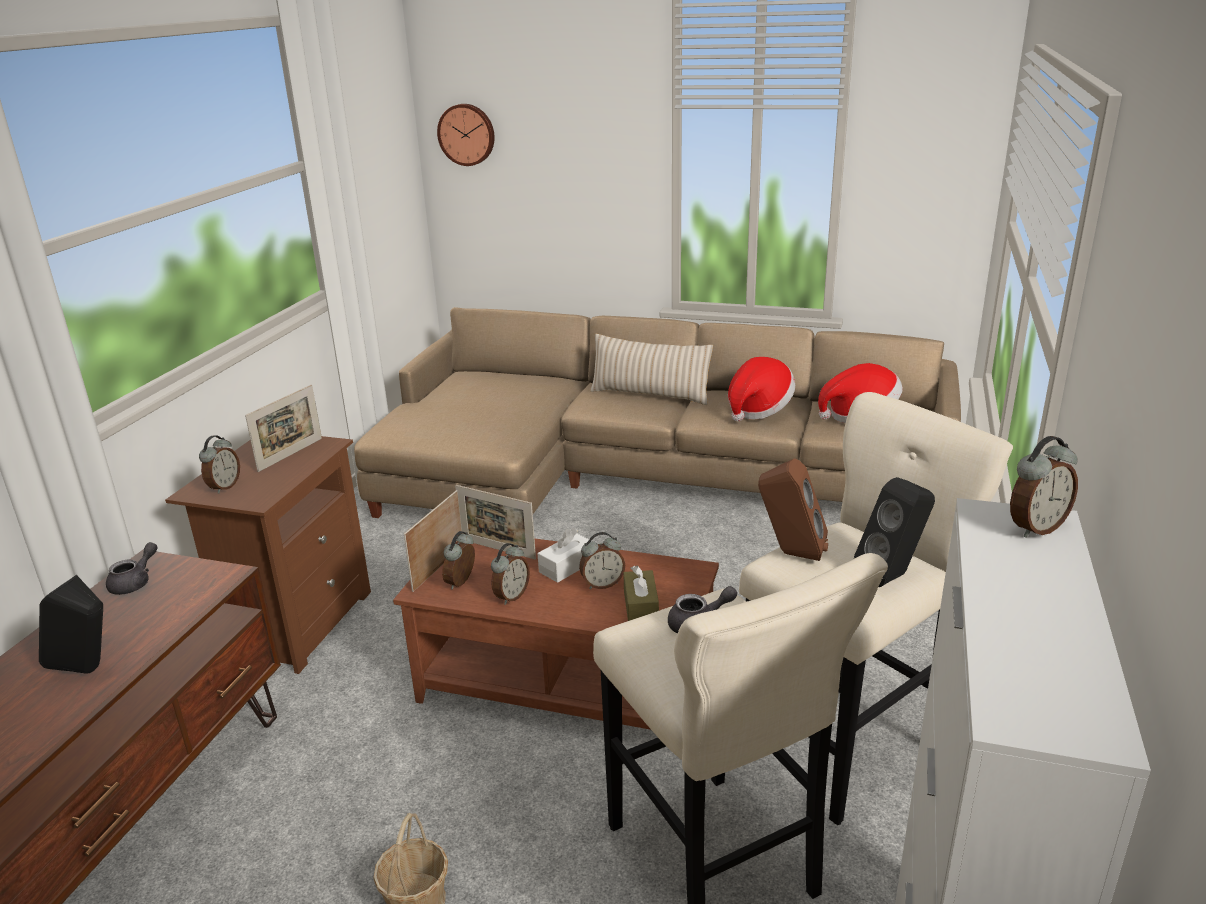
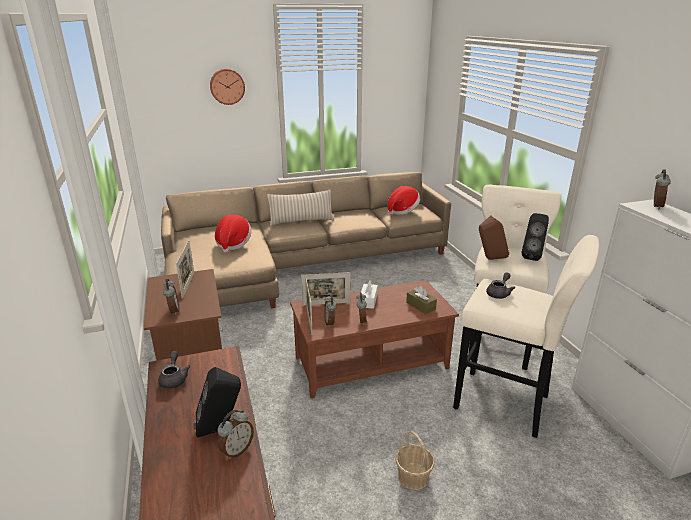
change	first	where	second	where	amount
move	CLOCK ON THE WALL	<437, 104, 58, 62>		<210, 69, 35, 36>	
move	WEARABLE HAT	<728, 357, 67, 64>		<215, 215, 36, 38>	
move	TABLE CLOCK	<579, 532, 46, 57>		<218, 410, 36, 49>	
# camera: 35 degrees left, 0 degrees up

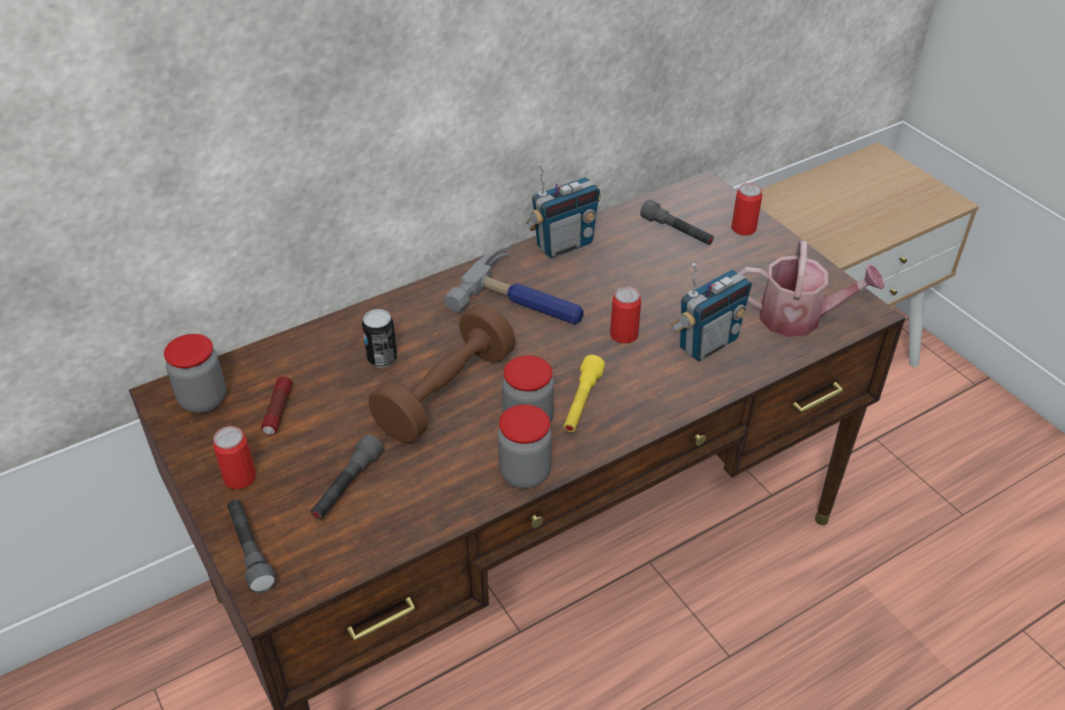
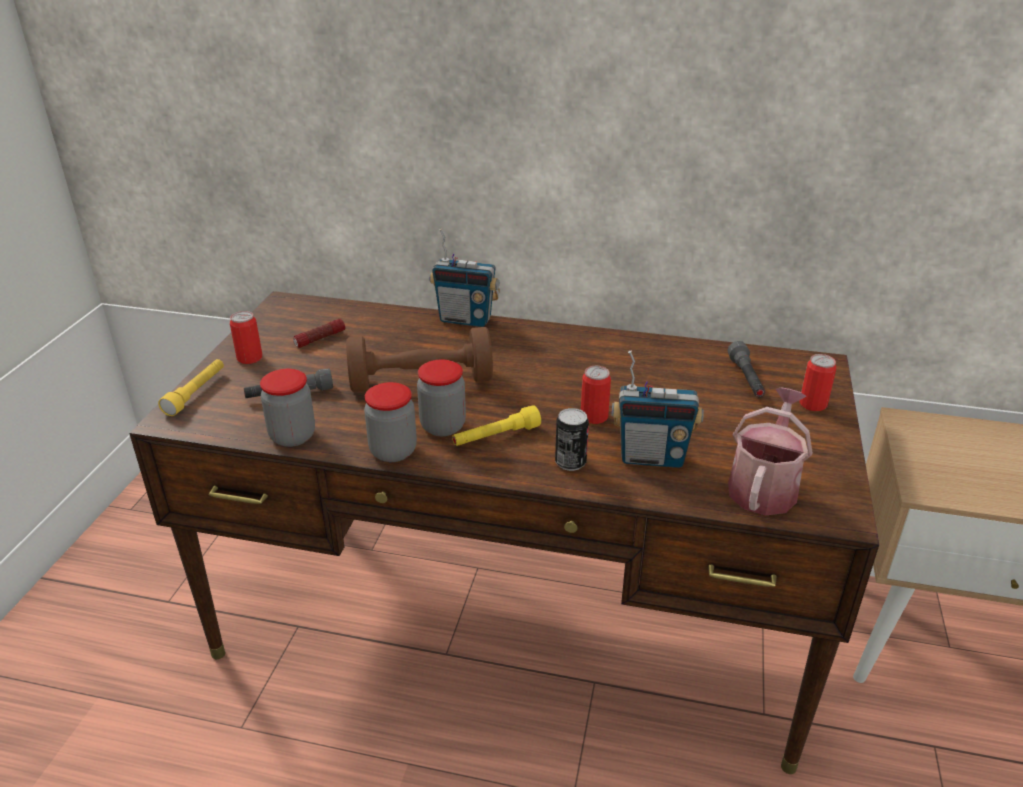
change	first	where	second	where	amount
recolor	GREY TORCH	<227, 500, 49, 93>	YELLOWISH TORCH	<158, 359, 66, 57>	
move	JAR	<164, 334, 62, 79>		<260, 369, 55, 78>	
move	RADIO	<526, 163, 75, 95>		<429, 229, 71, 98>	
move	SEALED CAN	<362, 309, 35, 59>		<555, 408, 34, 63>	
rotate	SPRINKLING CAN	<739, 241, 146, 96>		<728, 387, 85, 129>	120 degrees counterclockwise
delete	TOOL HAMMER	<444, 246, 140, 79>			
# camera: 45 degrees right, 10 degrees down

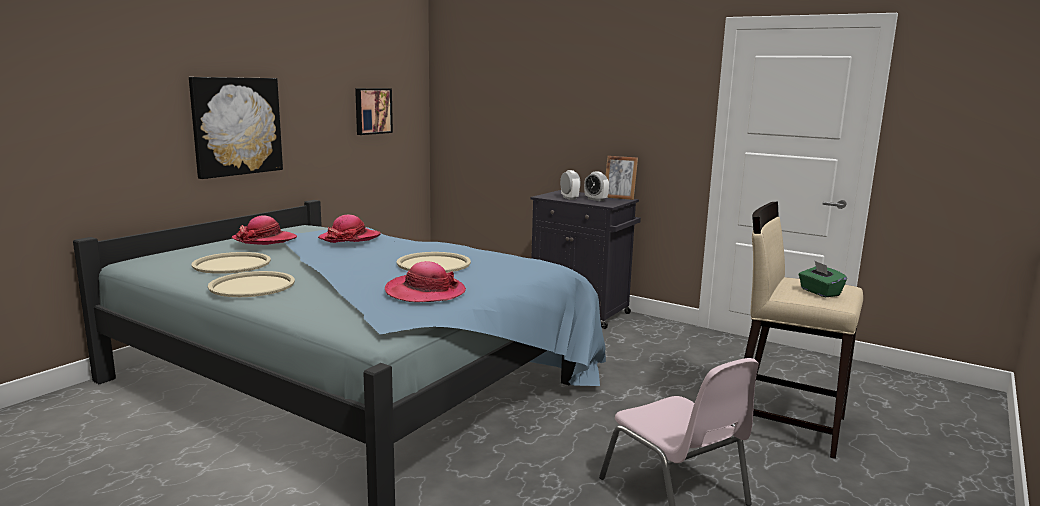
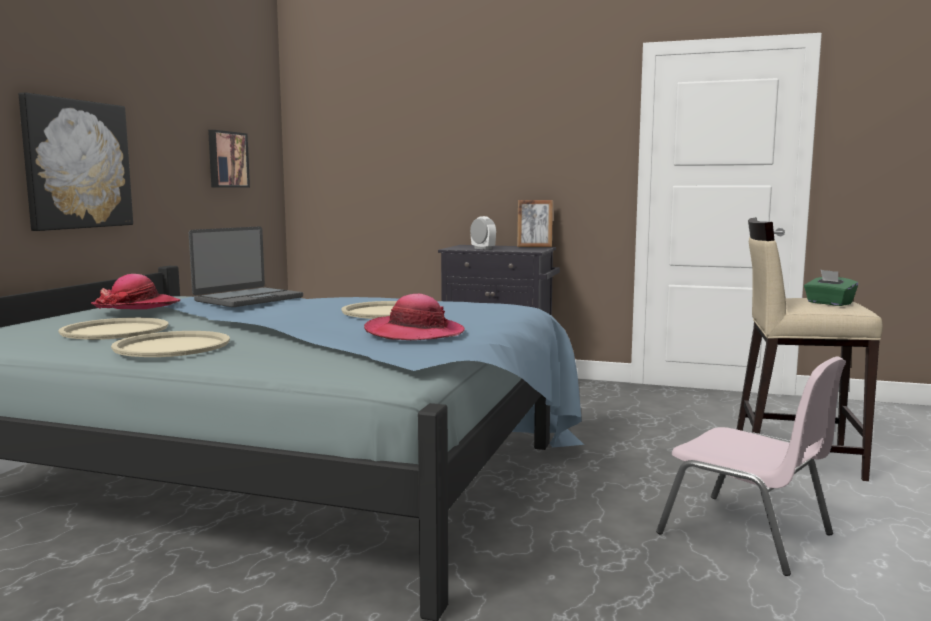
change	first	where	second	where	amount
replace	WEARABLE HAT	<318, 215, 63, 28>	LAPTOP	<189, 226, 114, 81>	
delete	TABLE CLOCK	<584, 171, 25, 30>			
# camera: 15 degrees left, 5 degrees down

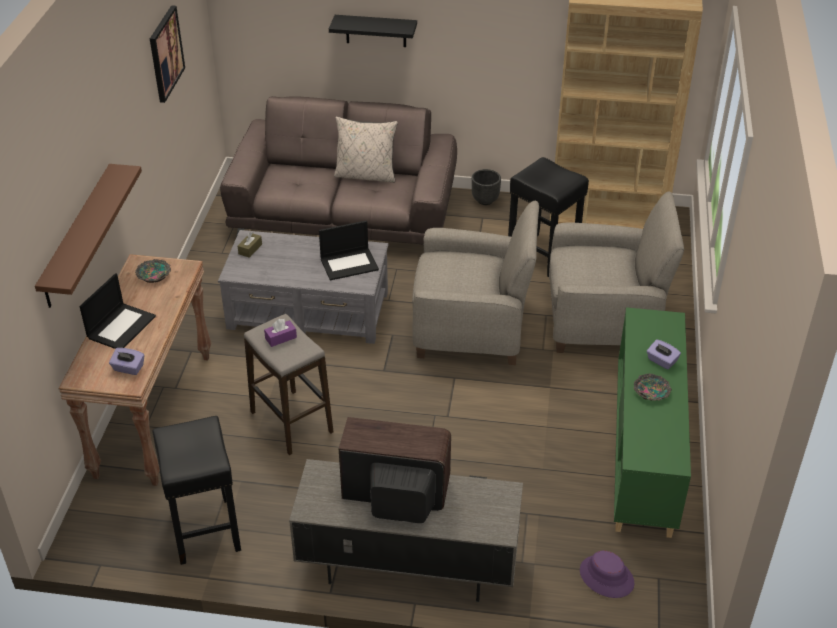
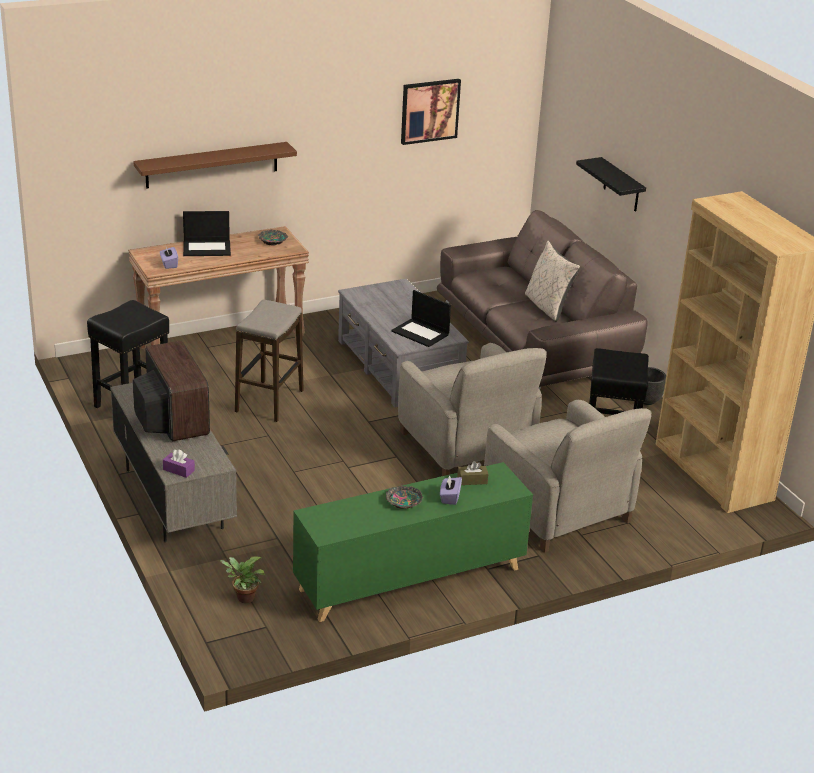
change	first	where	second	where	amount
move	PURPLE-COLOURED BOX OF TISSUES	<264, 319, 33, 28>		<163, 449, 32, 29>	
replace	PURPLE-COLOURED WEARABLE HAT	<580, 551, 55, 47>	POTTED PLANT	<220, 556, 46, 47>	
move	BROWN-COLOURED BOX OF TISSUES	<238, 231, 24, 27>		<457, 461, 31, 24>	
# camera: 55 degrees right, 10 degrees down

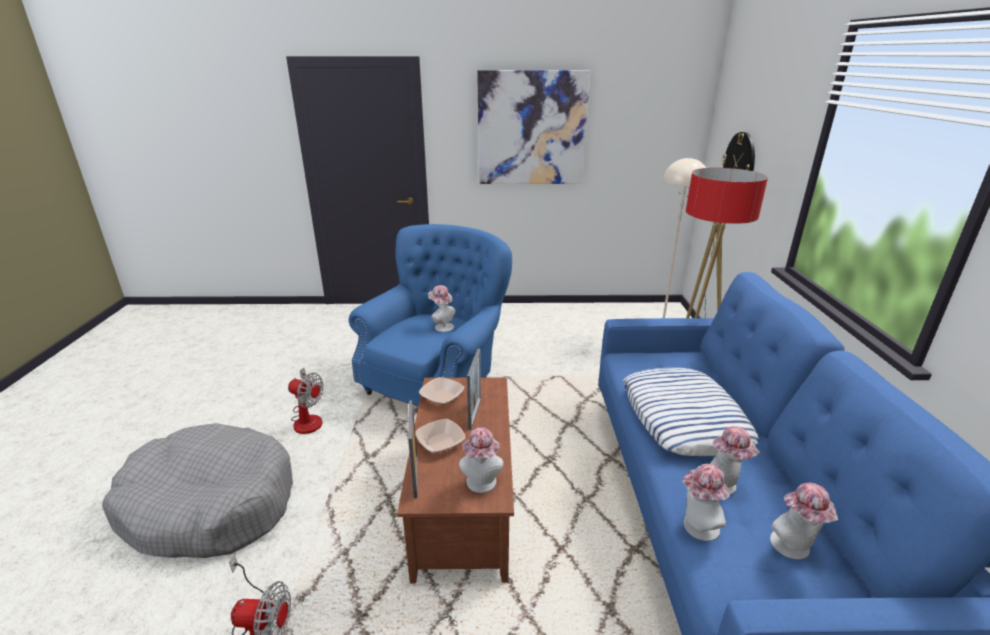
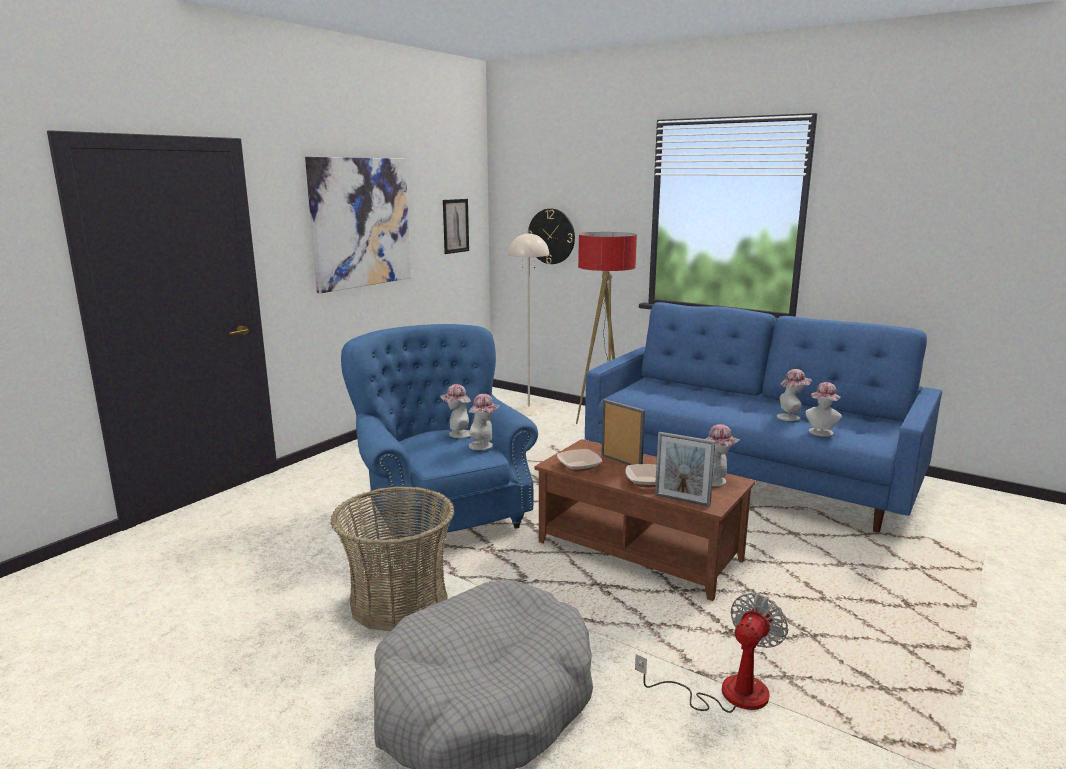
change	first	where	second	where	amount
replace	COOLING FAN	<288, 368, 36, 66>	HOUSEHOLD BASKET	<330, 486, 125, 145>	
insert			PICTURE	<443, 199, 26, 55>	
move	WEARABLE HAT	<770, 483, 68, 77>		<469, 394, 31, 56>	
delete	CUSHION	<623, 368, 136, 88>			
# camera: 55 degrees left, 10 degrees down

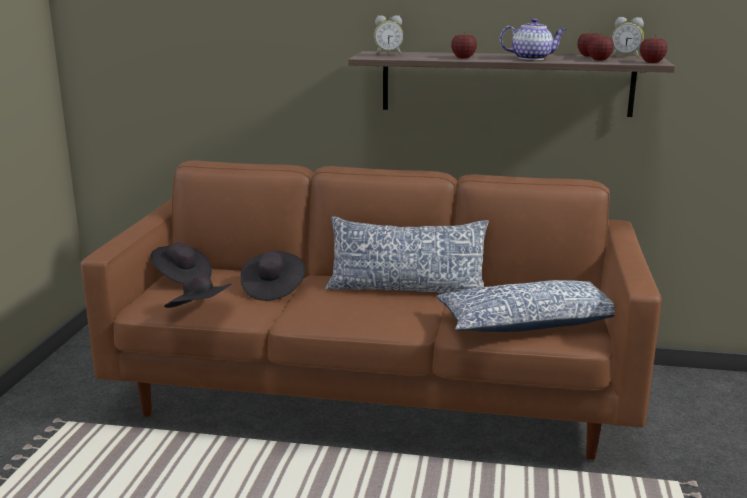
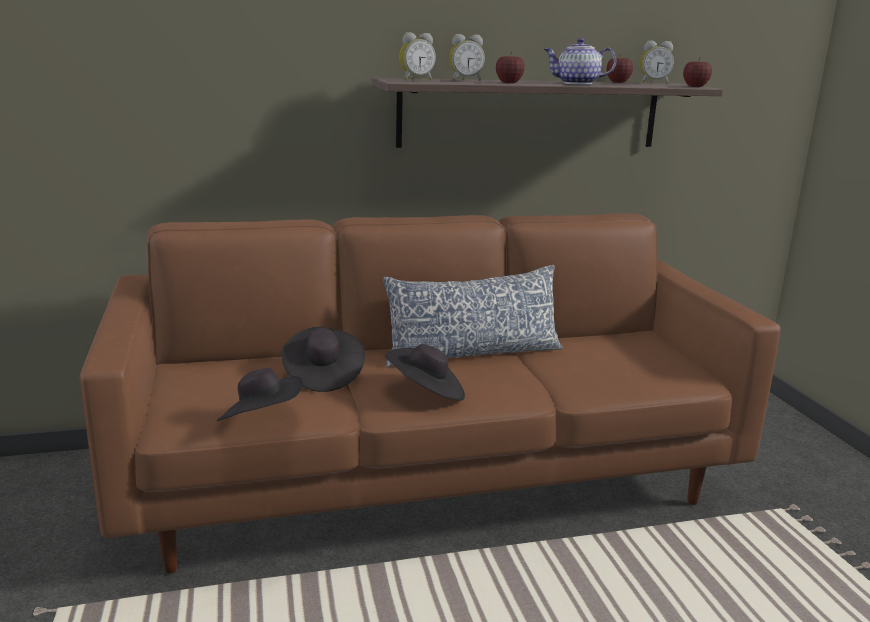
change	first	where	second	where	amount
move	BLACK-COLOURED WEARABLE HAT	<151, 242, 61, 42>		<385, 344, 80, 57>	
insert			TABLE CLOCK	<449, 34, 36, 47>	
rotate	TEA POT	<500, 18, 66, 42>		<543, 38, 73, 47>	150 degrees counterclockwise
delete	CUSHION	<436, 280, 179, 52>			
delete	APPLE FRUIT	<587, 33, 27, 28>			
# camera: 25 degrees left, 0 degrees up

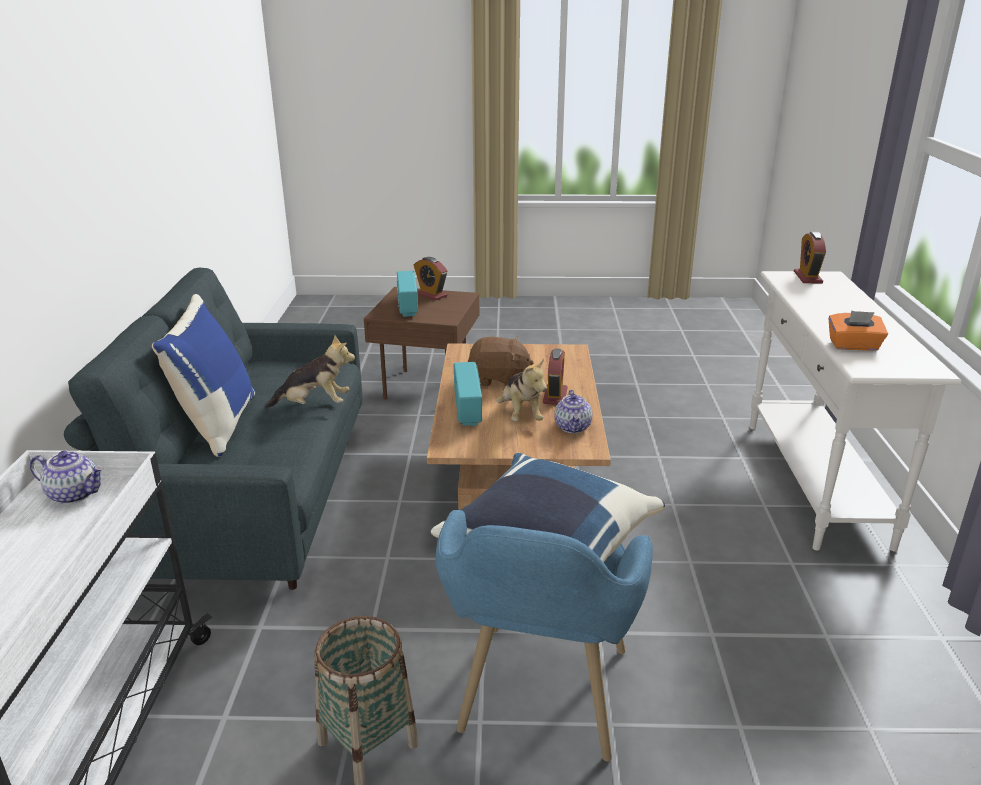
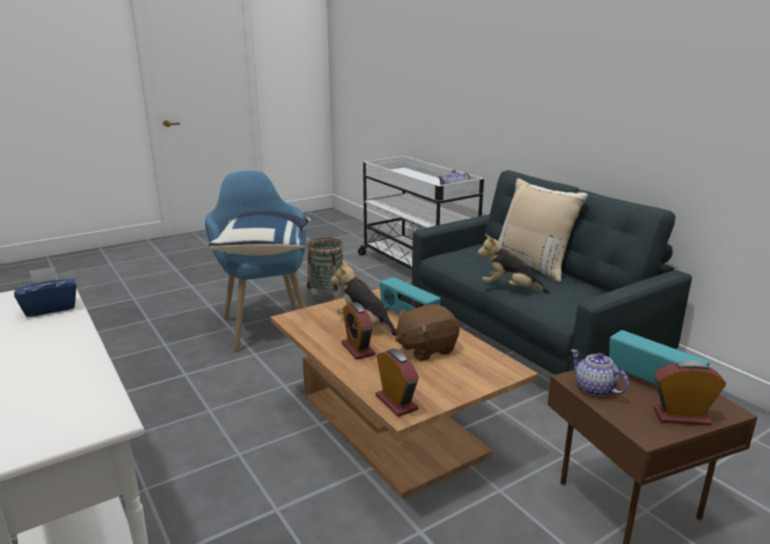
change	first	where	second	where	amount
recolor	ORANGE BOX OF TISSUES	<829, 311, 59, 40>	BLUE BOX OF TISSUES	<14, 266, 62, 51>	
move	TABLE CLOCK	<794, 232, 32, 52>		<376, 349, 43, 68>	
rotate	PLUSH TOY	<264, 335, 91, 74>		<478, 234, 72, 60>	60 degrees clockwise
recolor	BLUE CUSHION	<152, 294, 104, 163>	BEIGE-COLOURED CUSHION	<498, 178, 90, 104>	
move	TEA POT	<554, 390, 38, 43>		<571, 349, 58, 47>	
# camera: 145 degrees right, 5 degrees down

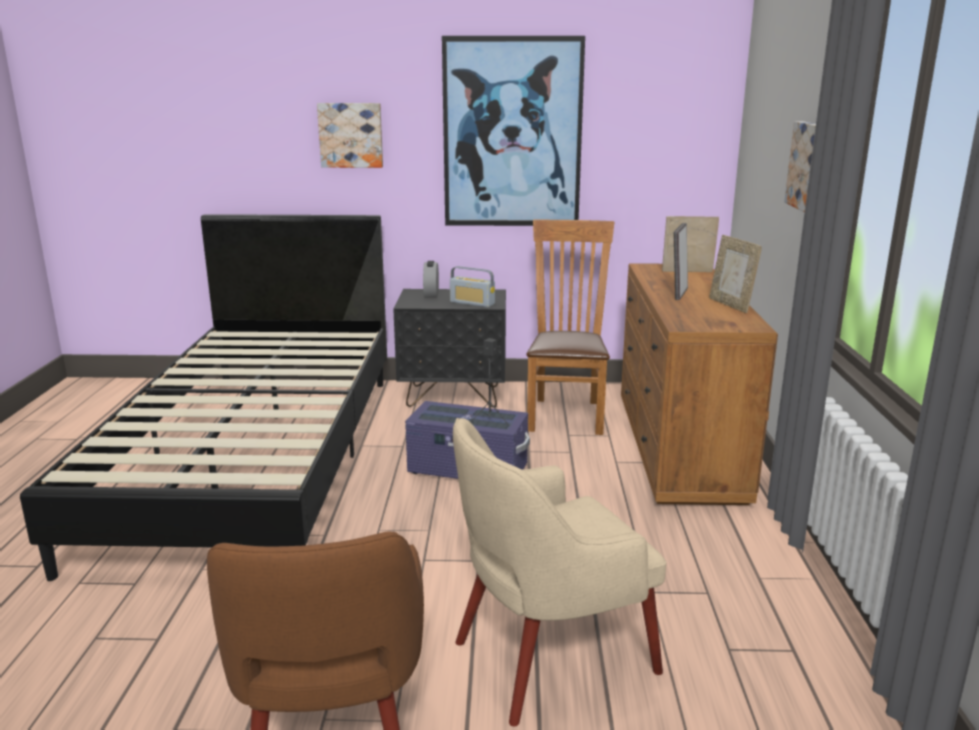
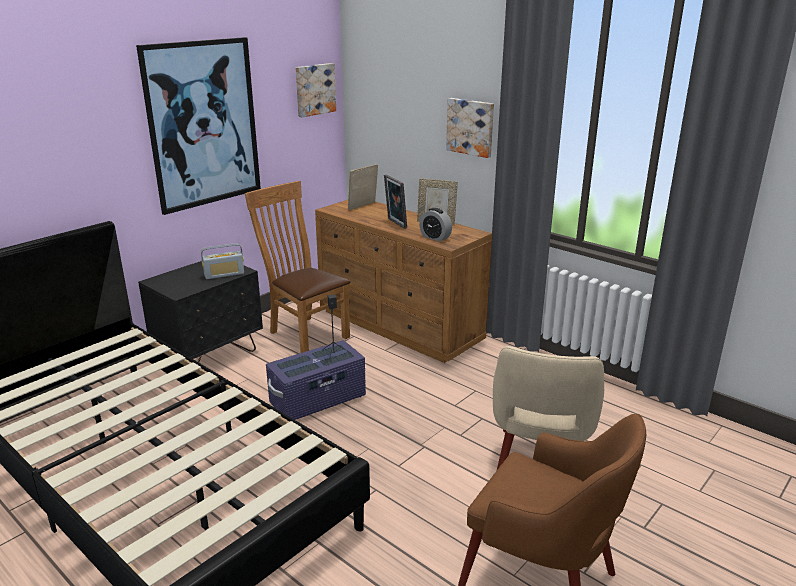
change	first	where	second	where	amount
move	PICTURE	<317, 103, 66, 65>		<295, 63, 41, 54>	
move	TABLE CLOCK	<423, 261, 16, 37>		<419, 208, 33, 33>	
# camera: 50 degrees left, 5 degrees up

